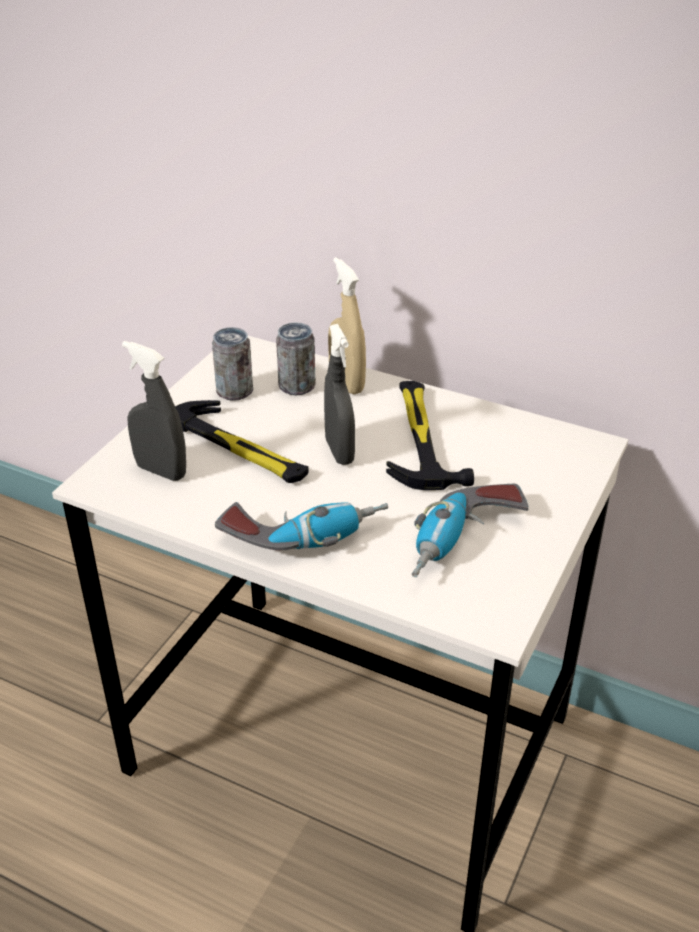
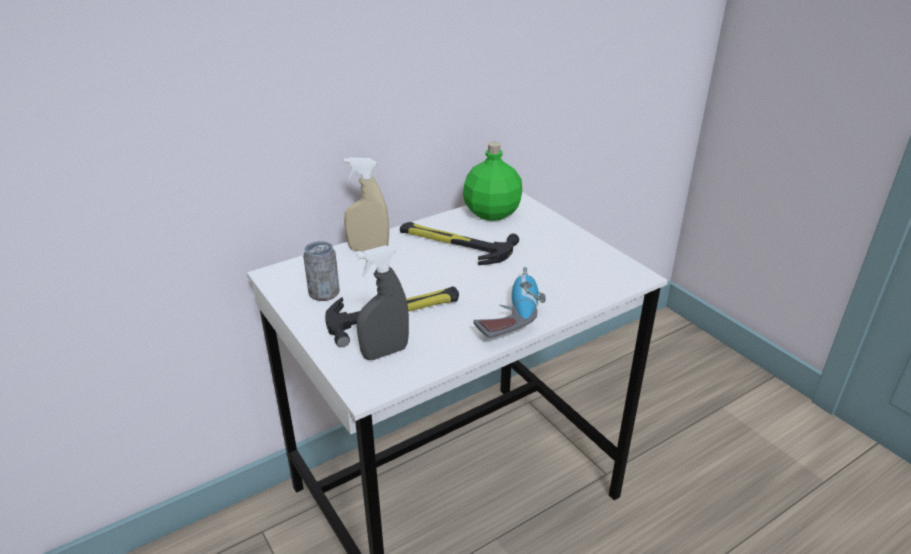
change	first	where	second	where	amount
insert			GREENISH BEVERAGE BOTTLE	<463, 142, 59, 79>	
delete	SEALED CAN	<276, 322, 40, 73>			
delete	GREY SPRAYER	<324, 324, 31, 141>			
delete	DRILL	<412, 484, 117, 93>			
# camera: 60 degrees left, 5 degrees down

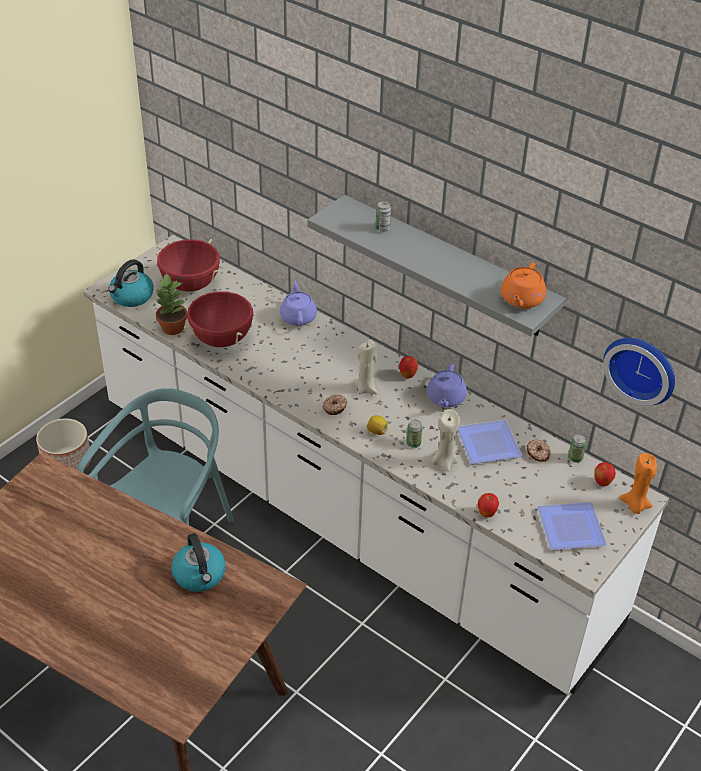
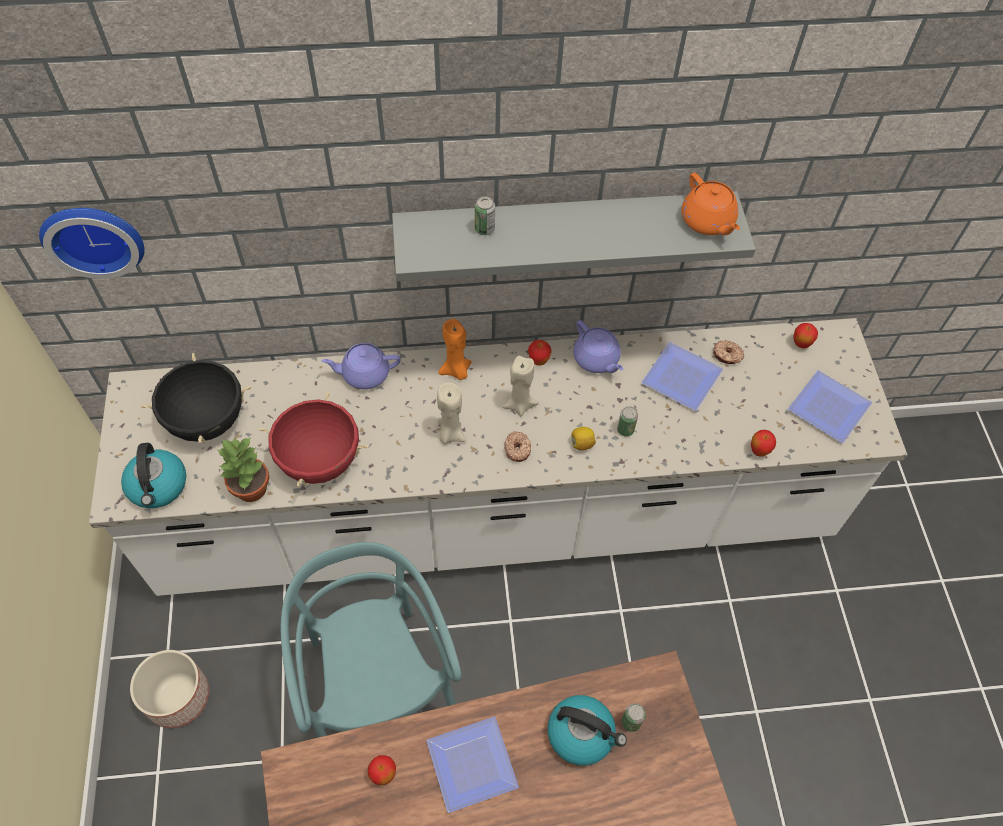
change	first	where	second	where	amount
move	CLOCK ON THE WALL	<603, 338, 72, 68>		<39, 208, 106, 71>	
recolor	RED STOCKPOT	<157, 239, 63, 53>	BLACK-COLOURED STOCKPOT	<140, 353, 112, 91>	
rotate	PURPLE-COLOURED TEA POT	<280, 281, 37, 45>		<321, 343, 80, 46>	45 degrees counterclockwise
insert			APPLE FRUIT	<367, 755, 29, 30>	
insert			DINNER PLATE	<427, 717, 92, 96>	
move	BEIGE-COLOURED CANDLE	<432, 409, 28, 63>		<437, 382, 29, 62>	
move	ORANGE CANDLE	<620, 453, 37, 61>		<438, 319, 34, 61>	
move	SEALED CAN	<568, 434, 19, 29>		<622, 703, 24, 29>	
# camera: 45 degrees left, 15 degrees up

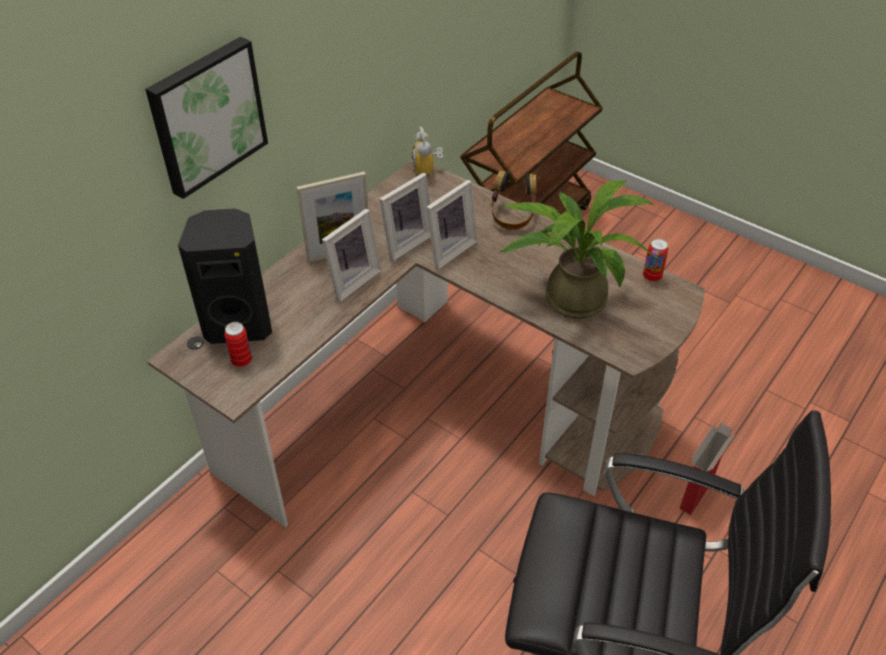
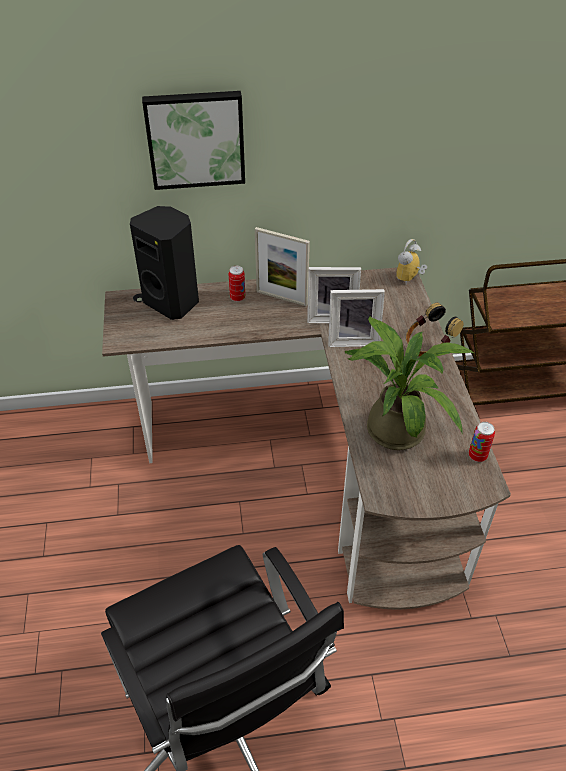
change	first	where	second	where	amount
move	SEALED CAN	<224, 322, 28, 45>		<229, 266, 16, 36>	
delete	PHOTO FRAME	<322, 209, 59, 93>			
delete	CARDBOARD BOX	<679, 423, 56, 92>			
# camera: 45 degrees right, 0 degrees up

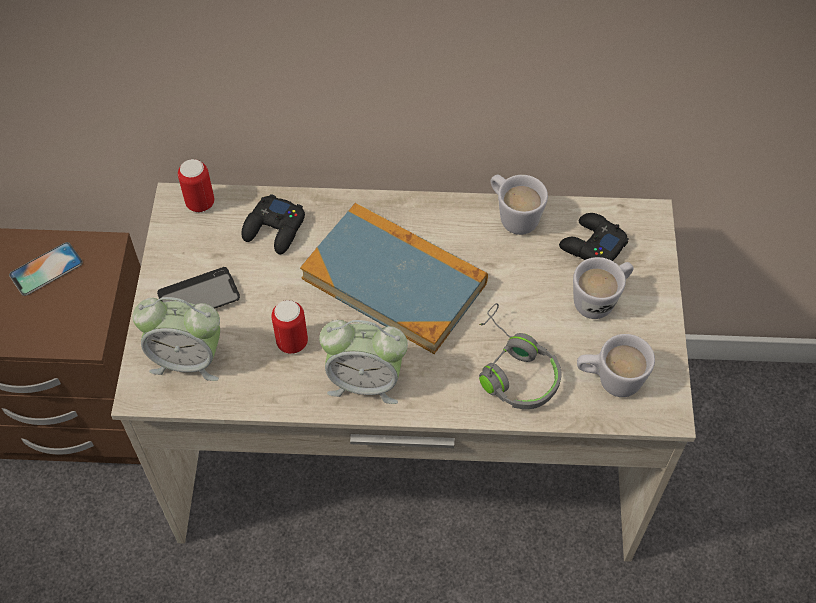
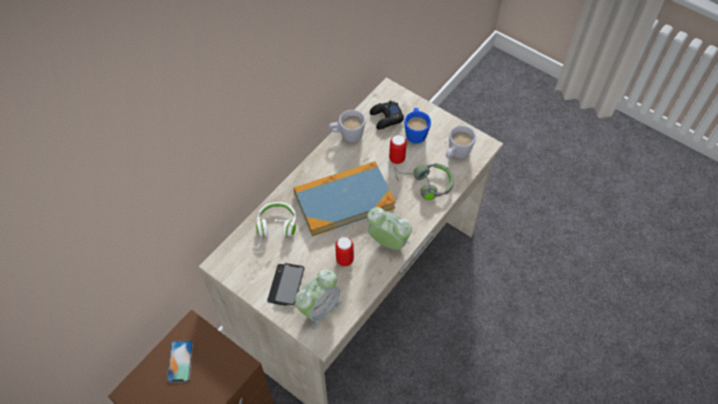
change	first	where	second	where	amount
replace	BLACK-COLOURED GAME CONTROLLER	<241, 194, 64, 60>	WHITE-COLOURED PAIR OF HEADPHONES	<248, 202, 48, 51>	
rotate	TABLE CLOCK	<319, 320, 89, 84>		<367, 207, 45, 43>	105 degrees counterclockwise
move	SEALED CAN	<178, 159, 36, 53>		<389, 135, 18, 29>	
recolor	WHITE-COLOURED COFFEE MUG	<573, 257, 61, 62>	BLUE COFFEE MUG	<404, 108, 27, 36>	
# camera: 55 degrees left, 0 degrees up

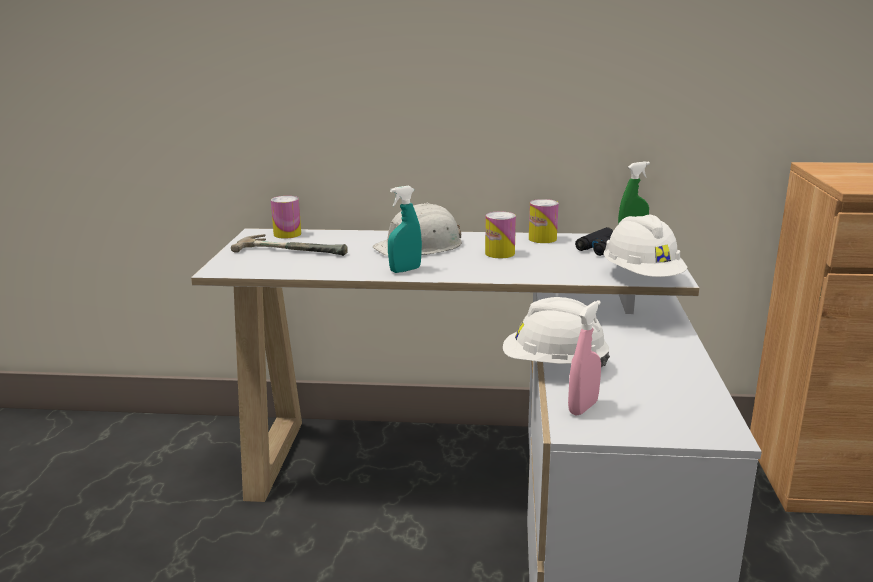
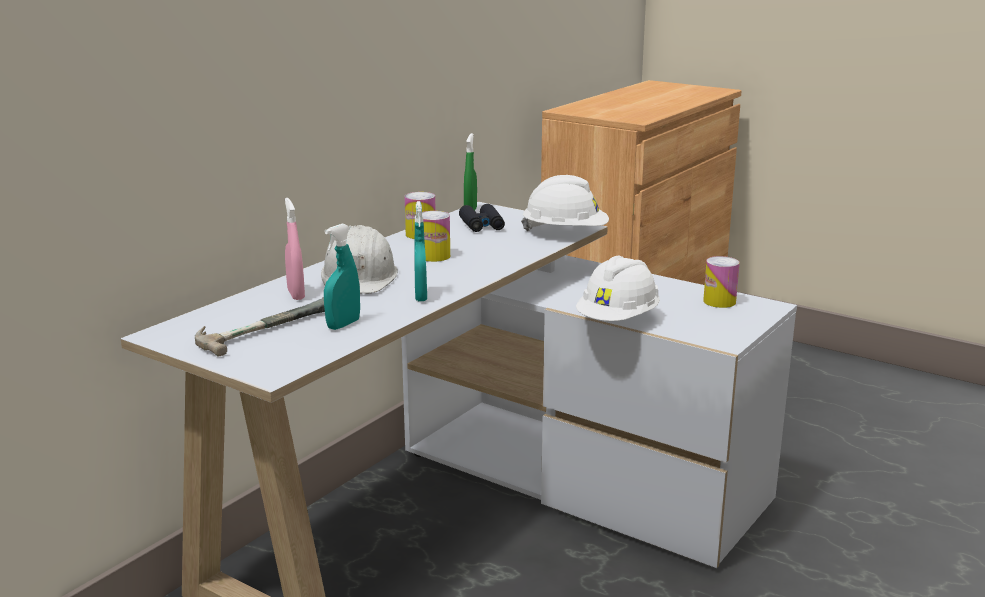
change	first	where	second	where	amount
move	PINK-COLOURED SPRAYER	<568, 300, 33, 116>		<285, 198, 20, 102>	
insert			TURQUOISE-COLOURED SPRAYER	<324, 224, 36, 106>	
move	SEALED CAN	<271, 196, 30, 43>		<703, 256, 36, 52>	
# camera: 60 degrees left, 0 degrees up

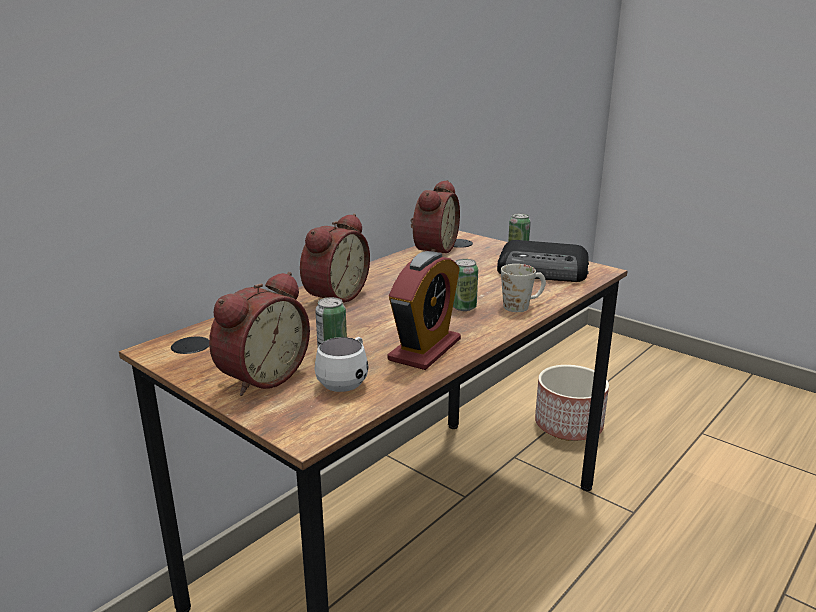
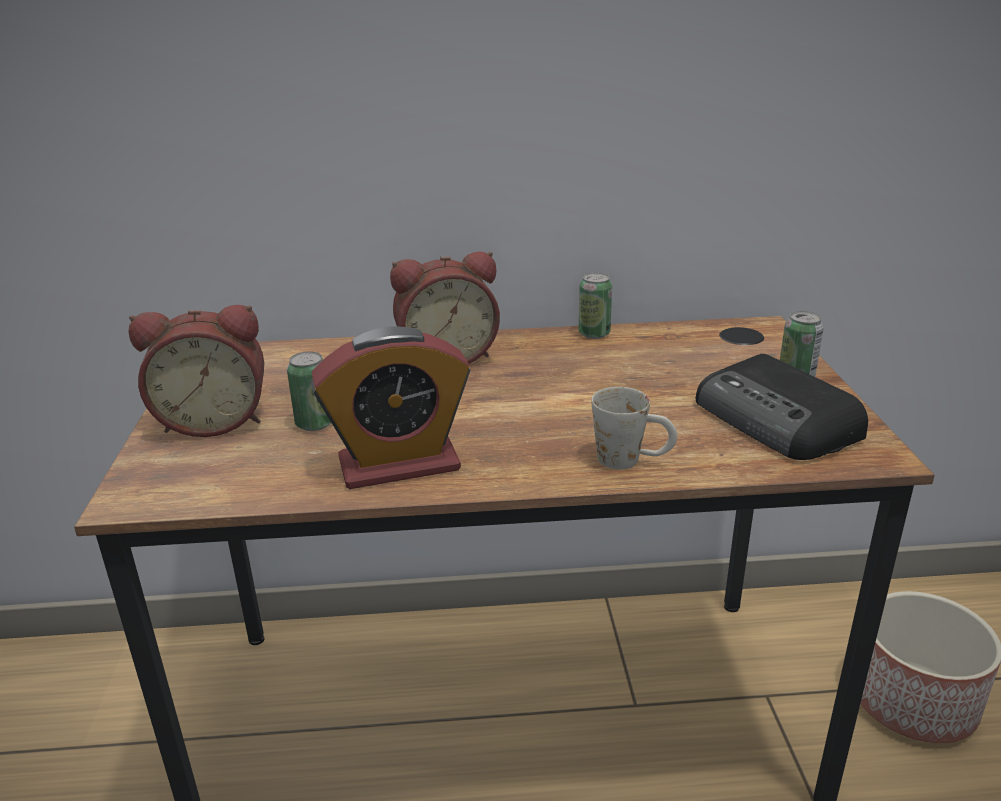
change	first	where	second	where	amount
move	SEALED CAN	<453, 259, 25, 52>		<579, 273, 33, 66>	
delete	WHITE-COLOURED COFFEE MUG	<314, 337, 55, 55>			
delete	TABLE CLOCK	<411, 180, 49, 73>			
# camera: 45 degrees right, 5 degrees up

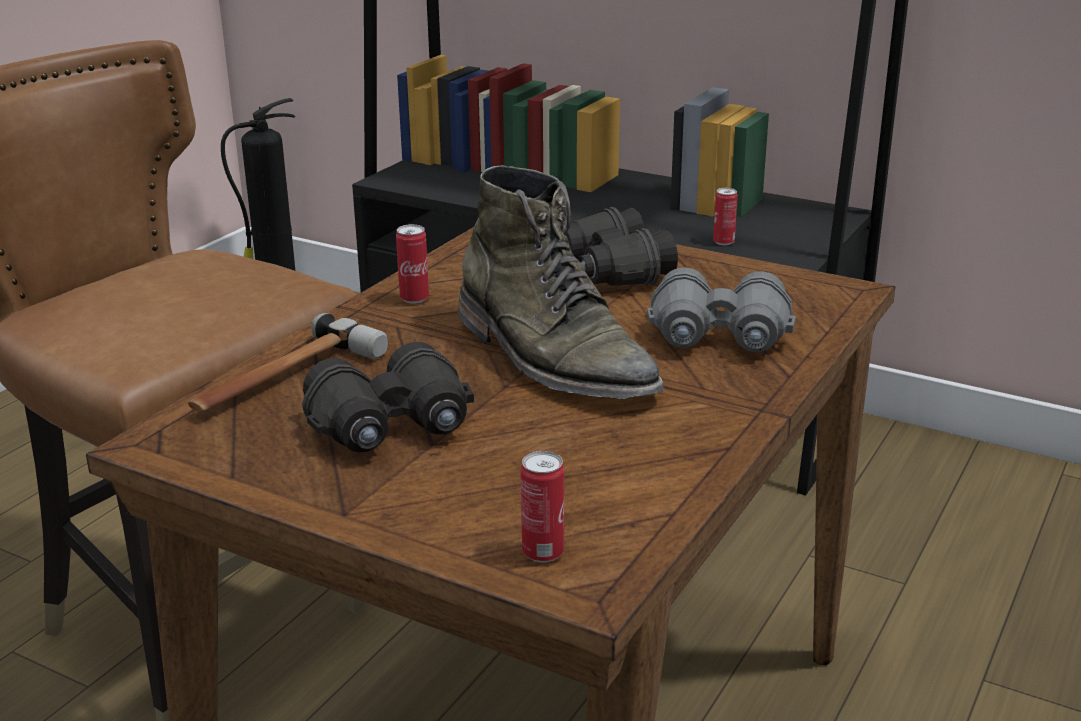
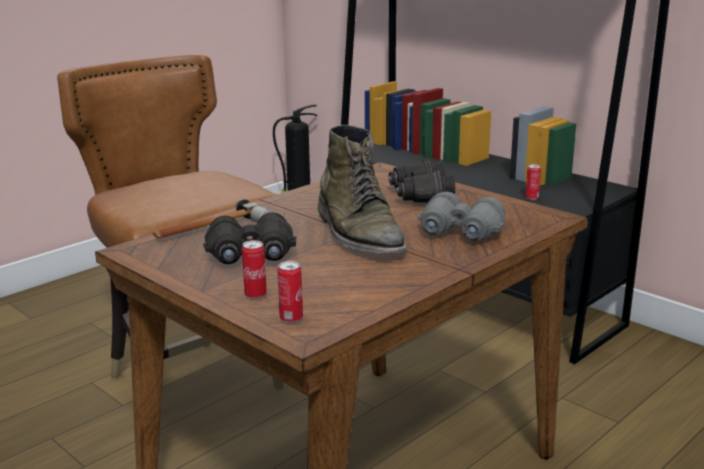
change	first	where	second	where	amount
move	SEALED CAN	<396, 224, 33, 80>		<242, 240, 25, 59>	
# camera: 15 degrees right, 5 degrees down

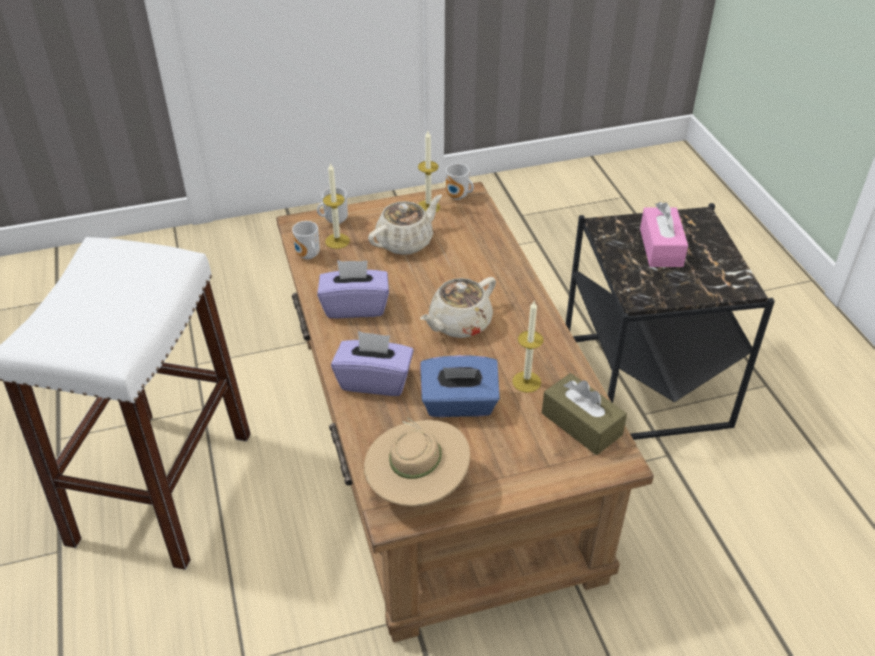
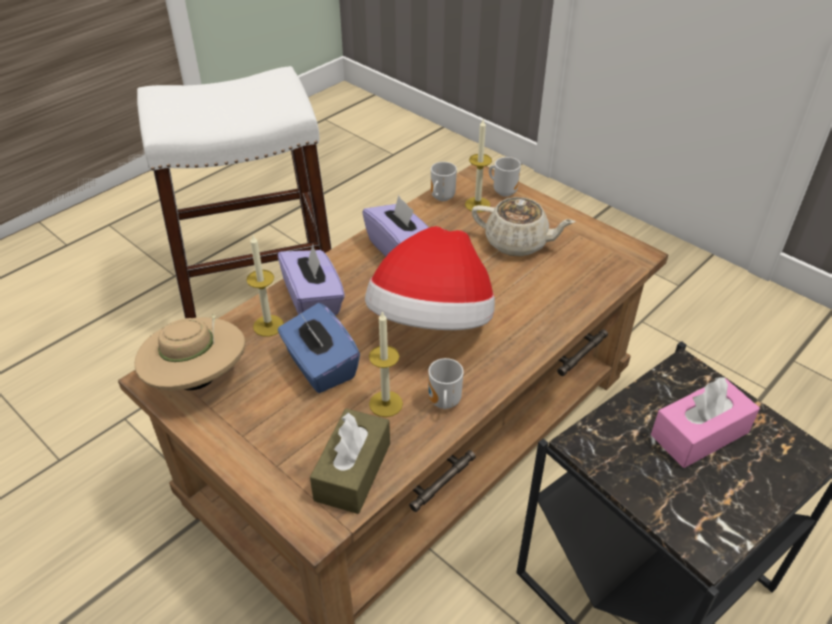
change	first	where	second	where	amount
move	CANDLE	<418, 131, 22, 81>		<247, 234, 37, 103>	
replace	BEIGE-COLOURED TEA POT	<420, 277, 76, 61>	WEARABLE HAT	<365, 226, 130, 104>	
move	COFFEE MUG	<446, 164, 28, 36>		<428, 358, 36, 51>	
# camera: 60 degrees right, 0 degrees up

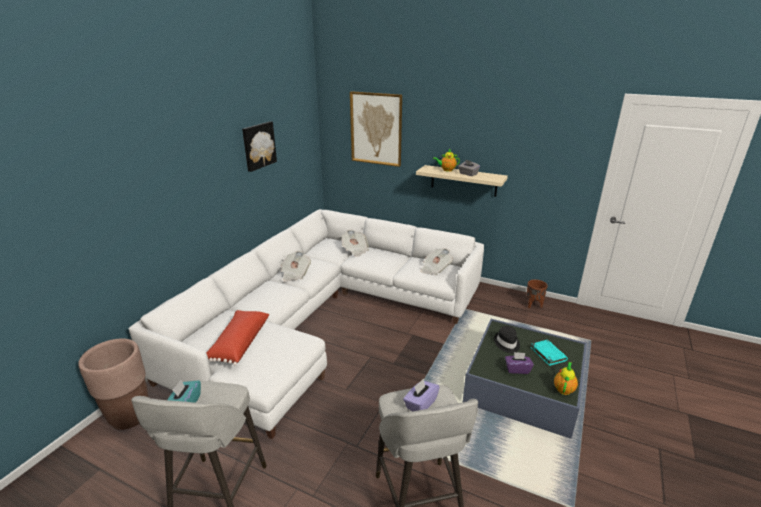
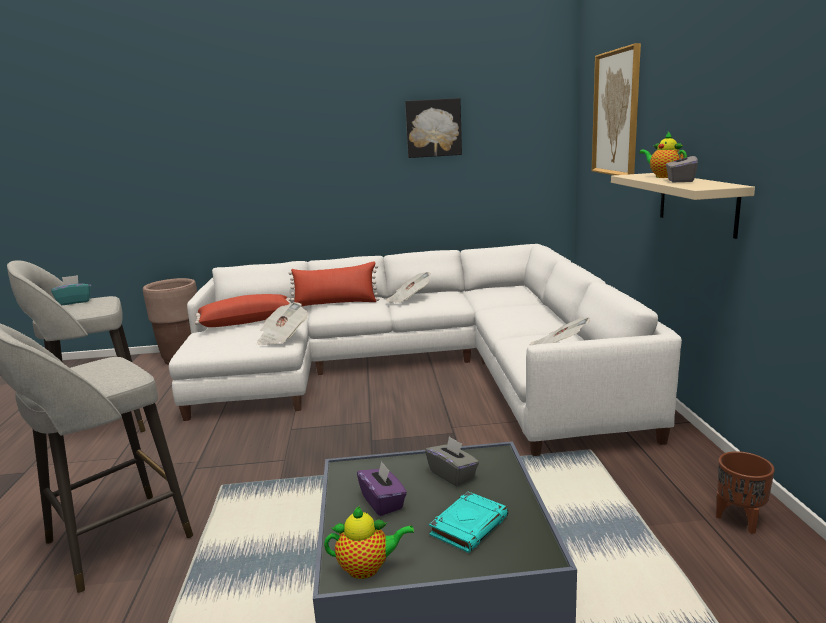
change	first	where	second	where	amount
move	NEWSPAPER	<341, 230, 28, 27>		<257, 302, 51, 43>	
insert			RED CUSHION	<289, 262, 91, 45>	
replace	BLACK-COLOURED WEARABLE HAT	<494, 326, 26, 27>	GREY BOX OF TISSUES	<425, 436, 54, 51>	
delete	PURPLE-COLOURED BOX OF TISSUES	<403, 379, 37, 33>			
# camera: 60 degrees right, 10 degrees down

